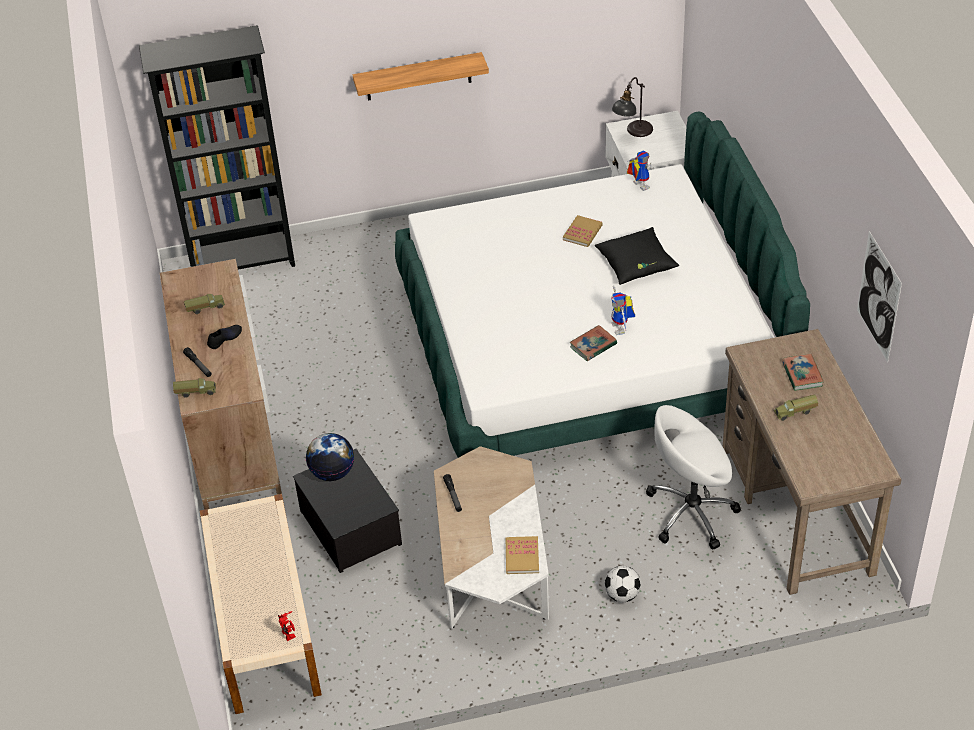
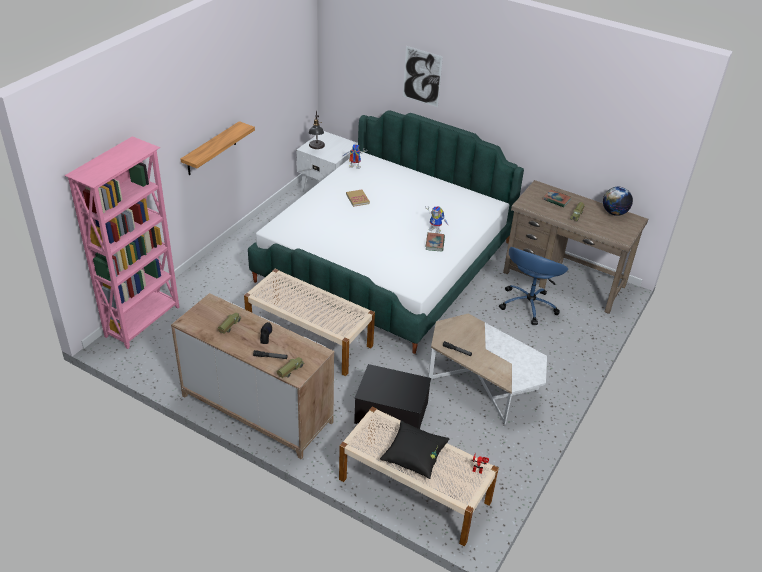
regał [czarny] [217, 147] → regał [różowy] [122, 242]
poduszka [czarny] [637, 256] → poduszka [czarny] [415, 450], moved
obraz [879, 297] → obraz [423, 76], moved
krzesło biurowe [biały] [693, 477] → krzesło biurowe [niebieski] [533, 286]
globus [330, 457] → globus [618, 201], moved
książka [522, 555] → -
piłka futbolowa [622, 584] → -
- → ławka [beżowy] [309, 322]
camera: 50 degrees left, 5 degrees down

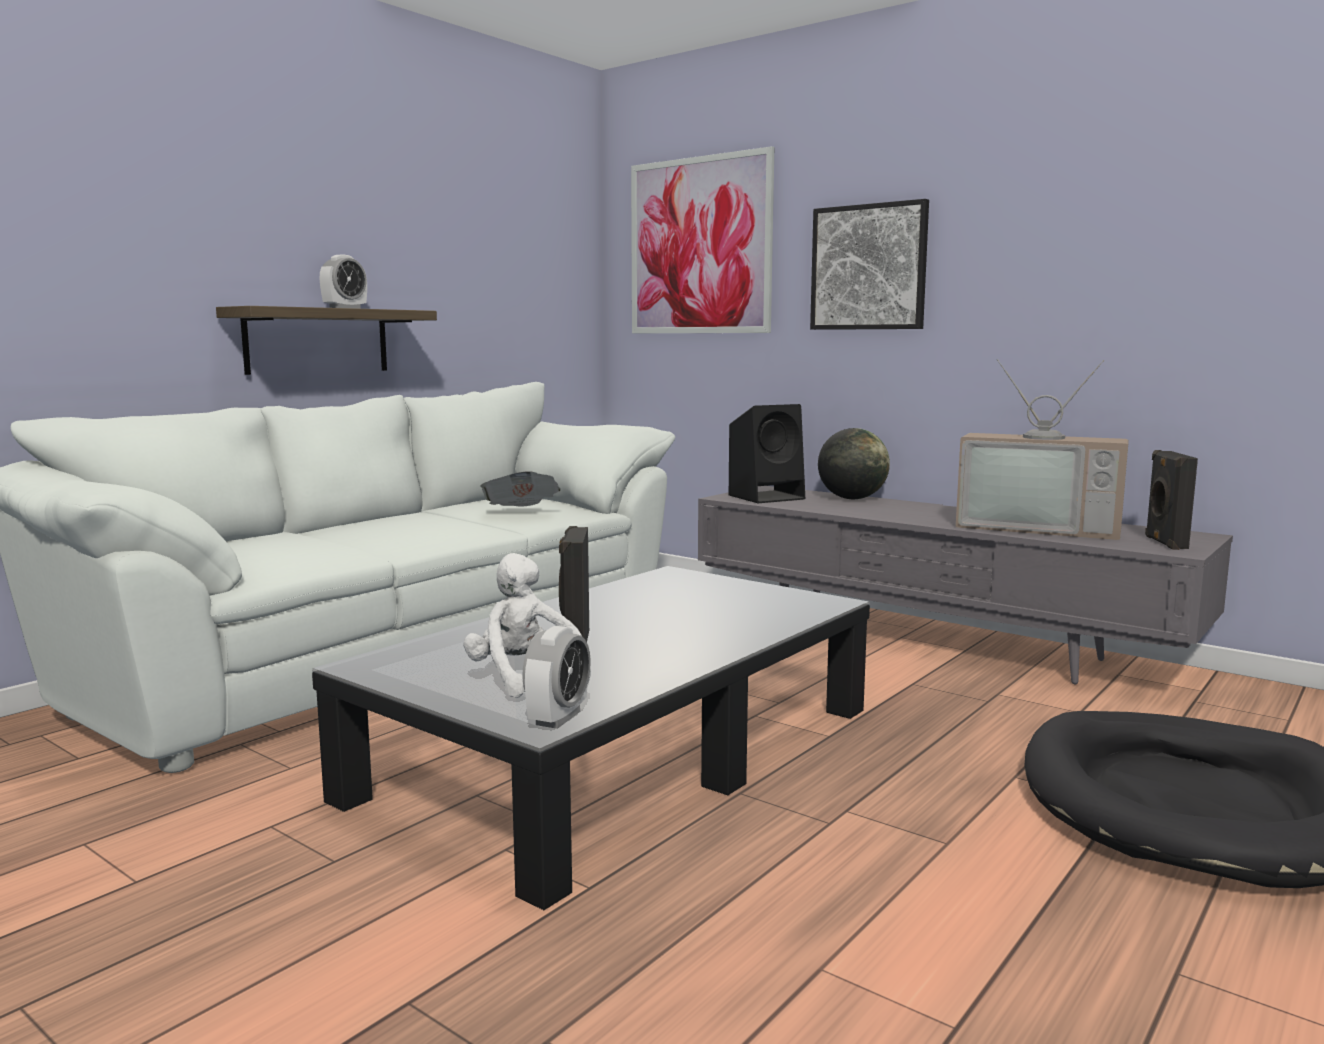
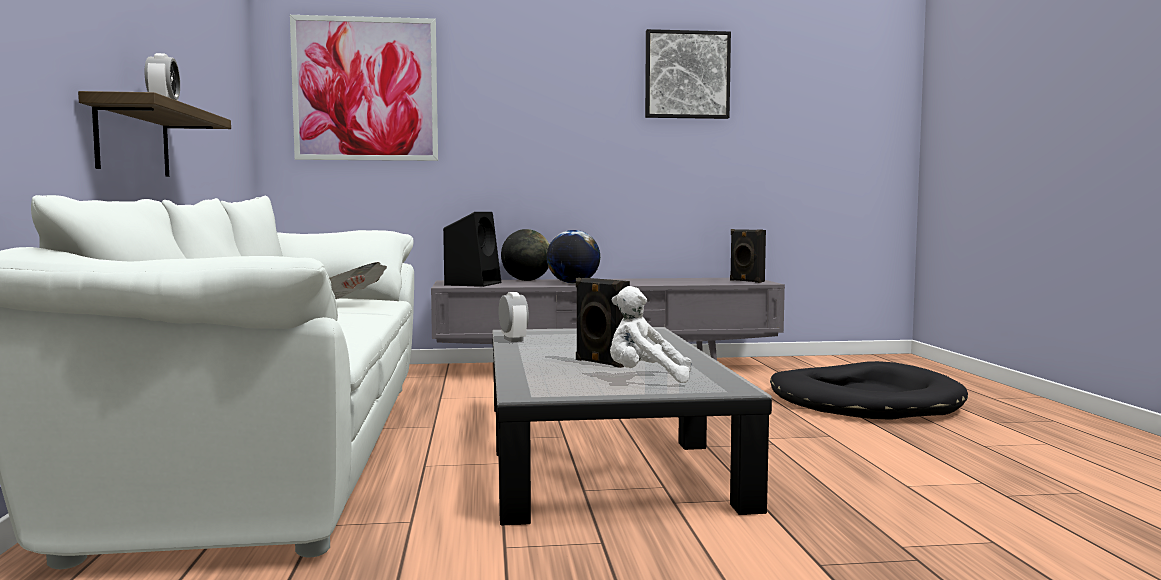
obraz [869, 264] → obraz [688, 74], moved
telewizor [1042, 449] → -
budzik [556, 677] → budzik [513, 317], moved
- → globus [573, 257]
camera: 45 degrees left, 5 degrees down

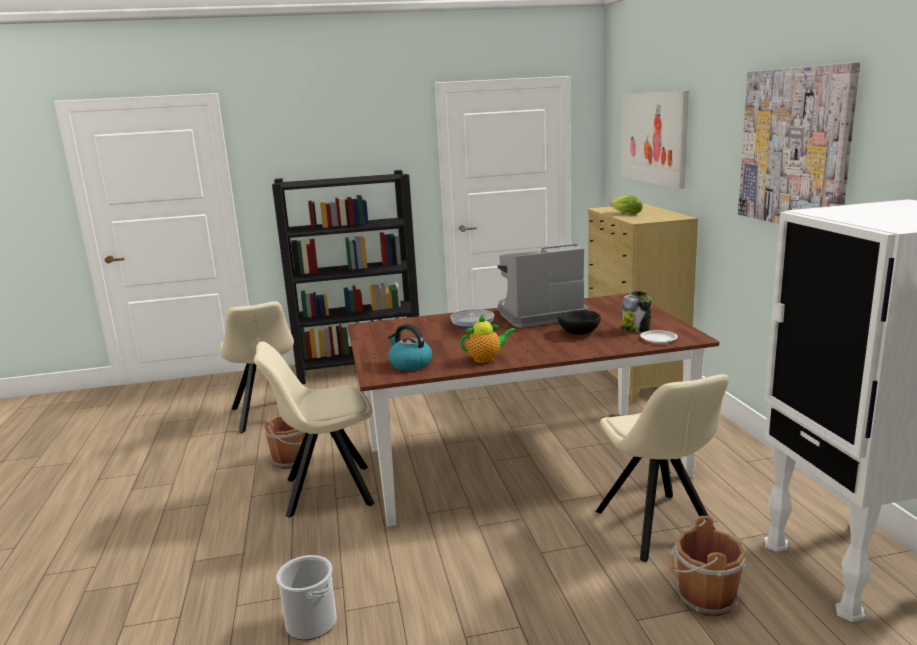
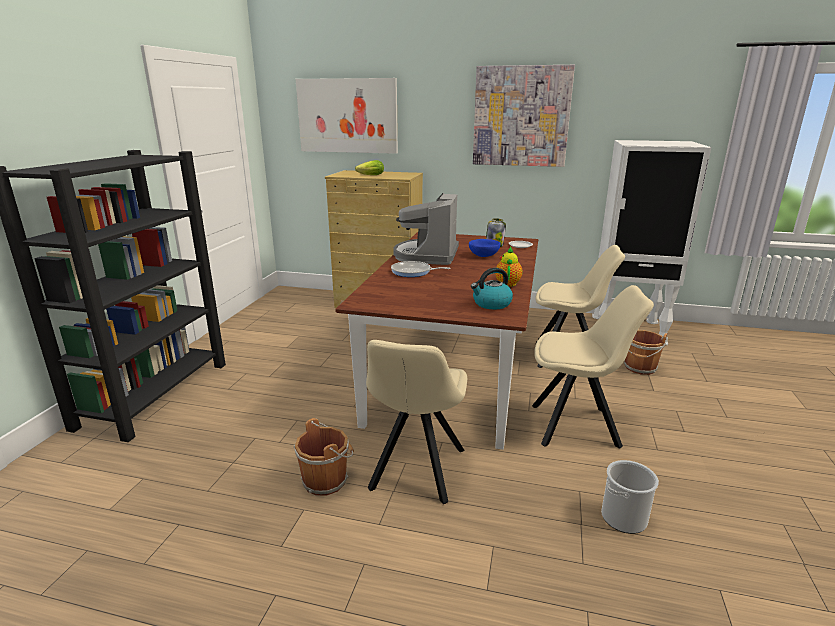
krzesło [beżowy] [257, 367] → krzesło [beżowy] [593, 367], moved
miska [czarny] [579, 322] → miska [niebieski] [485, 248]
camera: 65 degrees left, 5 degrees up

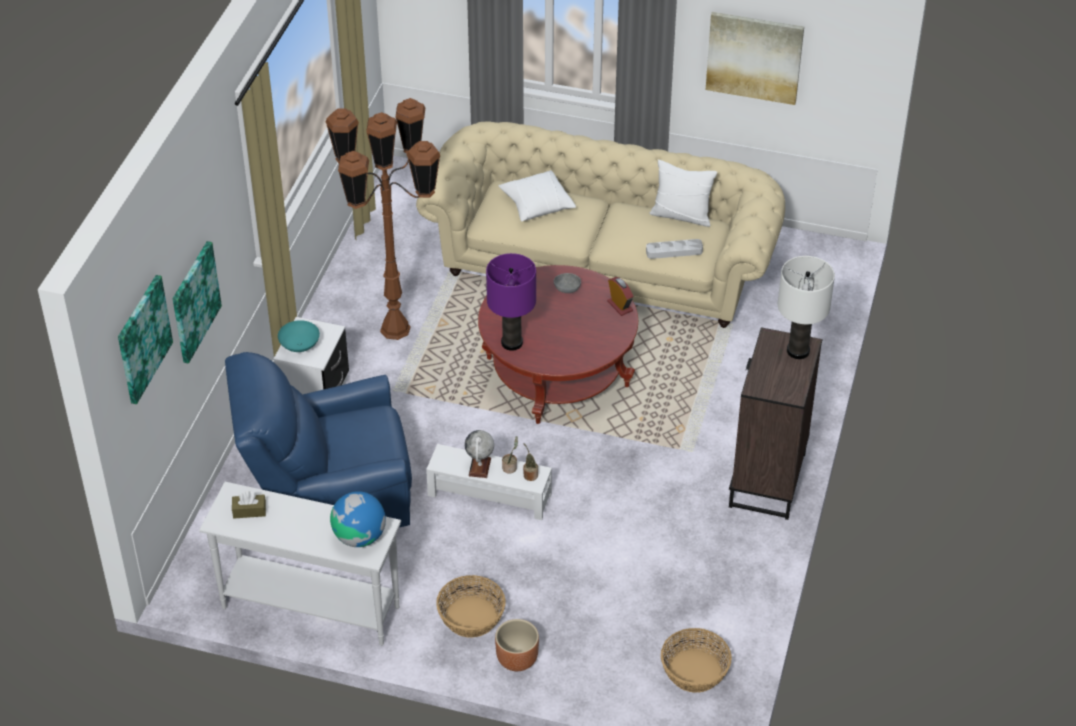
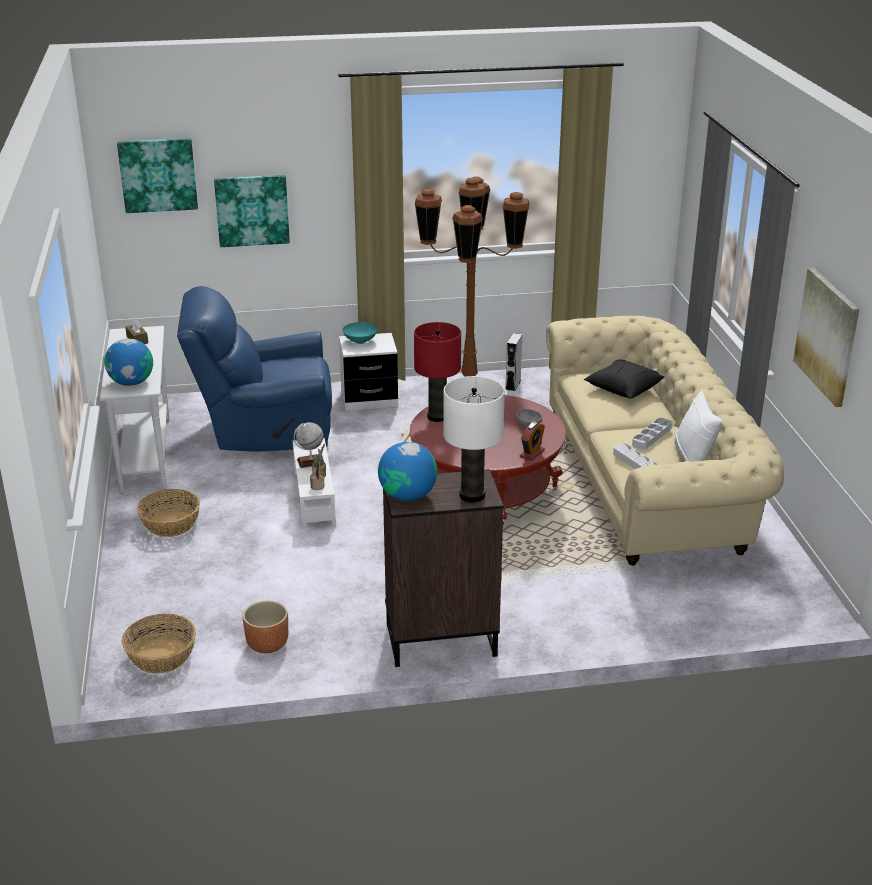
poduszka [biały] [537, 195] → poduszka [czarny] [624, 379]
lampa stołowa [fioletowy] [511, 302] → lampa stołowa [czerwony] [437, 372]
fotel [niebieski] [318, 439] → fotel [niebieski] [254, 368], 60 degrees counterclockwise
donica [brązowy] [517, 645] → donica [brązowy] [265, 626], moved
- → głośnik [szary] [513, 362]
- → taca [szary] [652, 434]
- → globus [407, 471]
camera: 65 degrees right, 15 degrees down

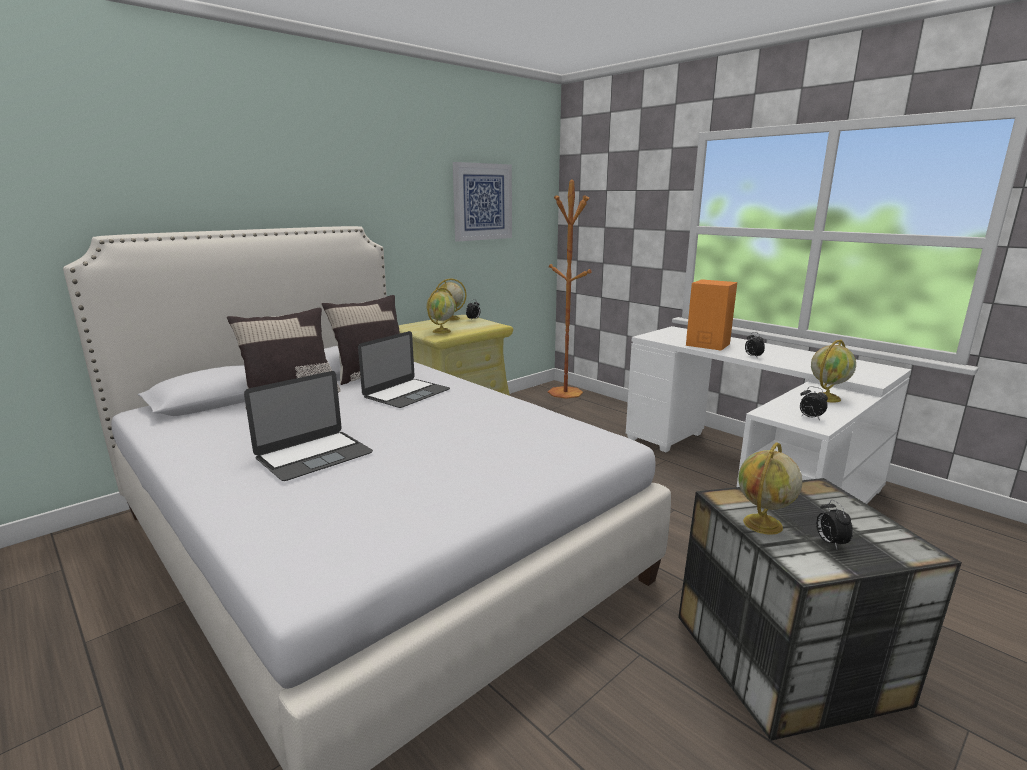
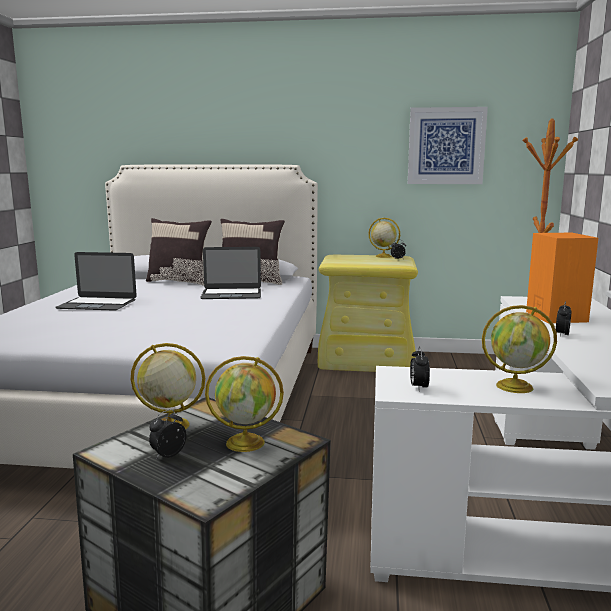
globus [441, 311] → globus [244, 404], moved
camera: 50 degrees right, 5 degrees down

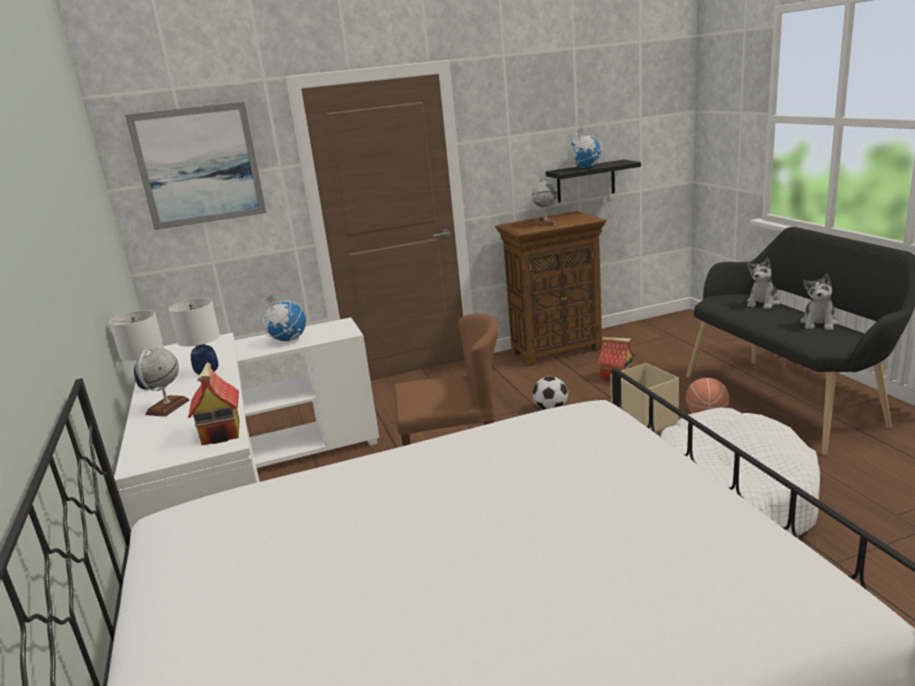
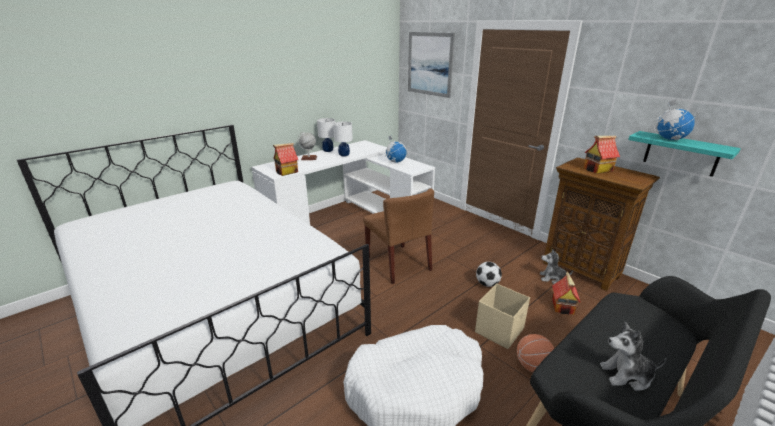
półka [czarny] [593, 181] → półka [turkusowy] [684, 154]
globus [545, 202] → domek [602, 155]
pluszak [763, 283] → pluszak [556, 266], moved
camera: 65 degrees right, 5 degrees up

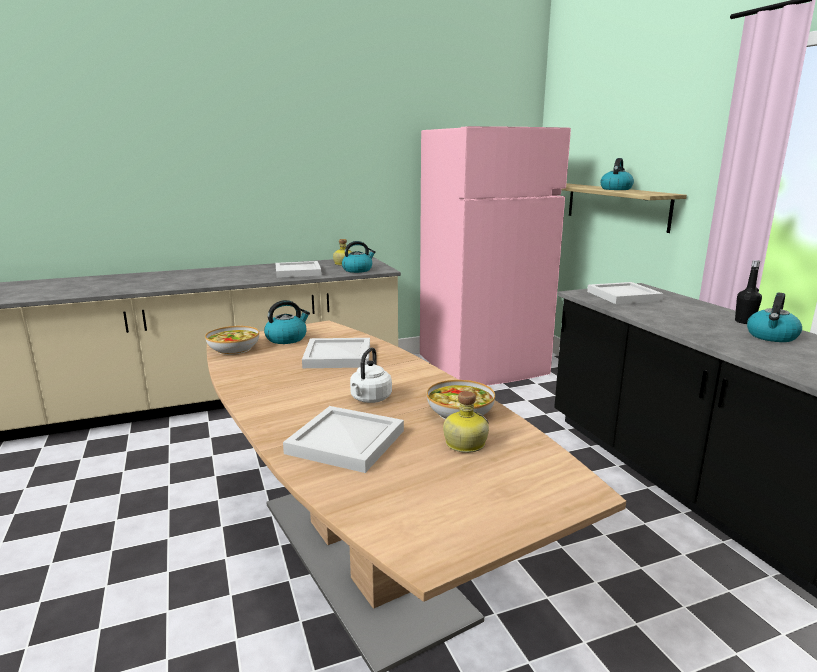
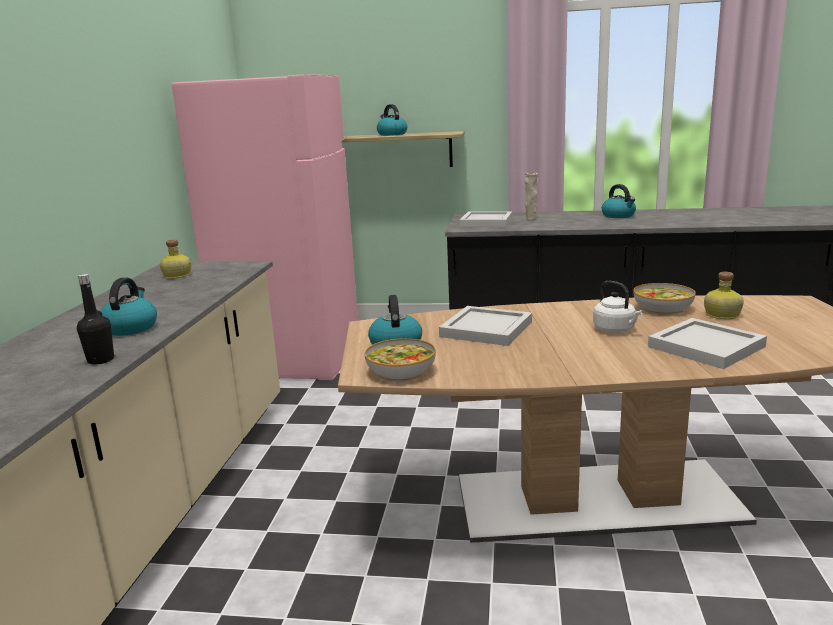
czajnik [359, 257] → czajnik [129, 307], moved
butelka [czarny] [748, 292] → butelka [czarny] [95, 319], moved
taca [biały] [298, 269] → -
- → wazon [beżowy] [531, 196]
camera: 60 degrees left, 0 degrees up

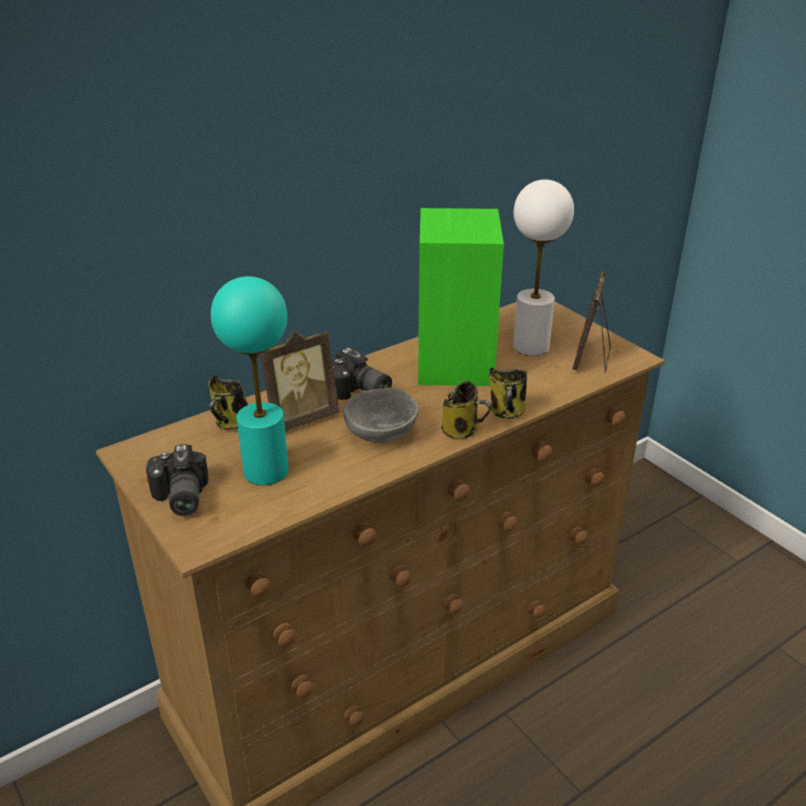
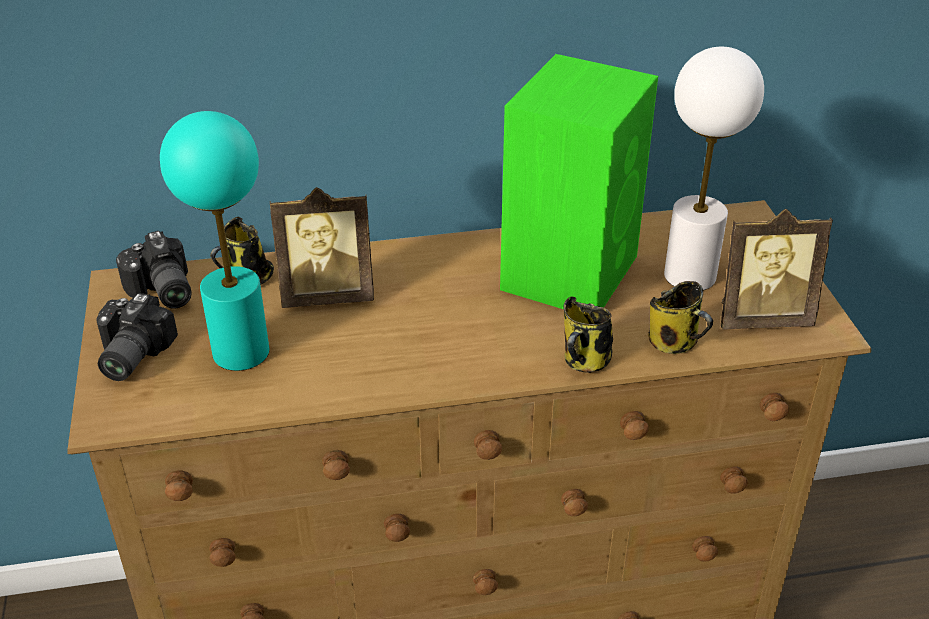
ramka na zdjęcie [591, 322] → ramka na zdjęcie [777, 269], 135 degrees counterclockwise
aparat fotograficzny [362, 374] → aparat fotograficzny [154, 270], moved
kubek [466, 410] → kubek [680, 317], moved
miska [szary] [381, 415] → -
camera: 25 degrees right, 5 degrees up

